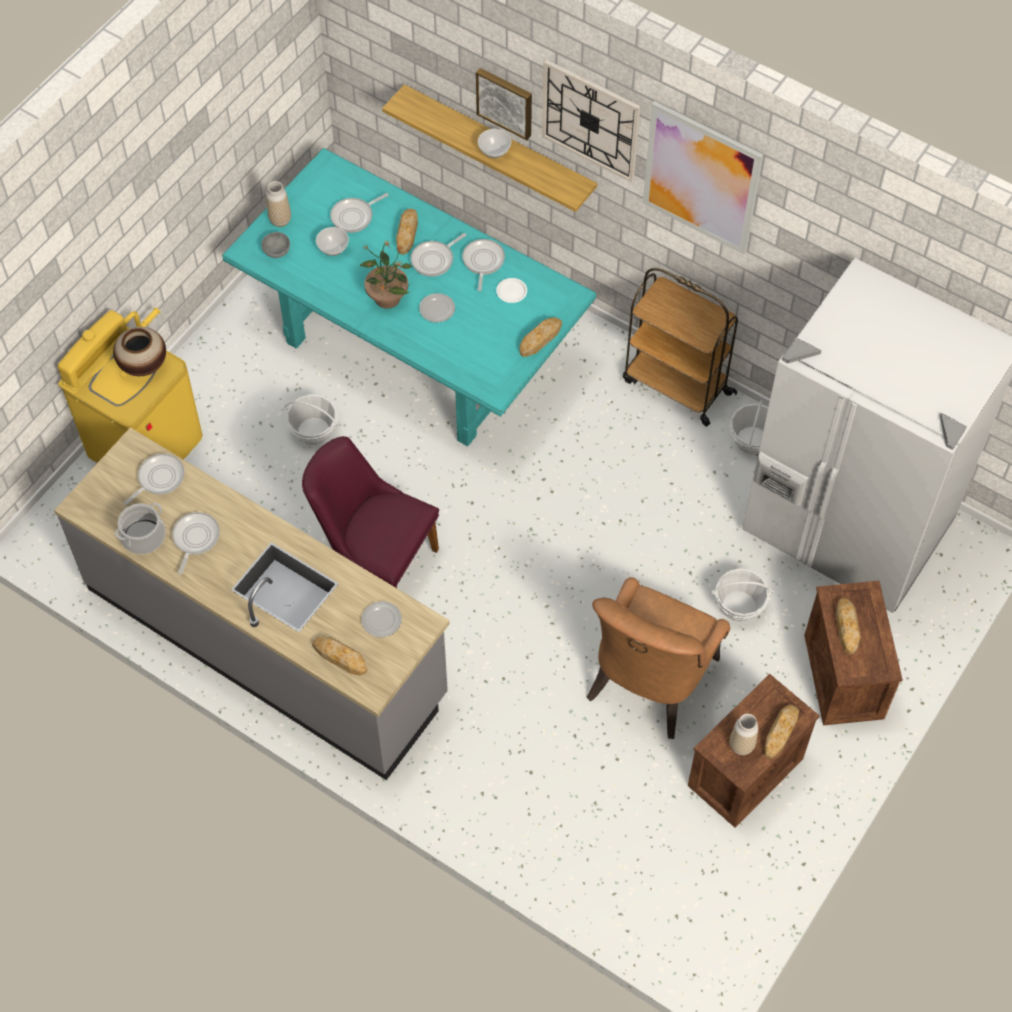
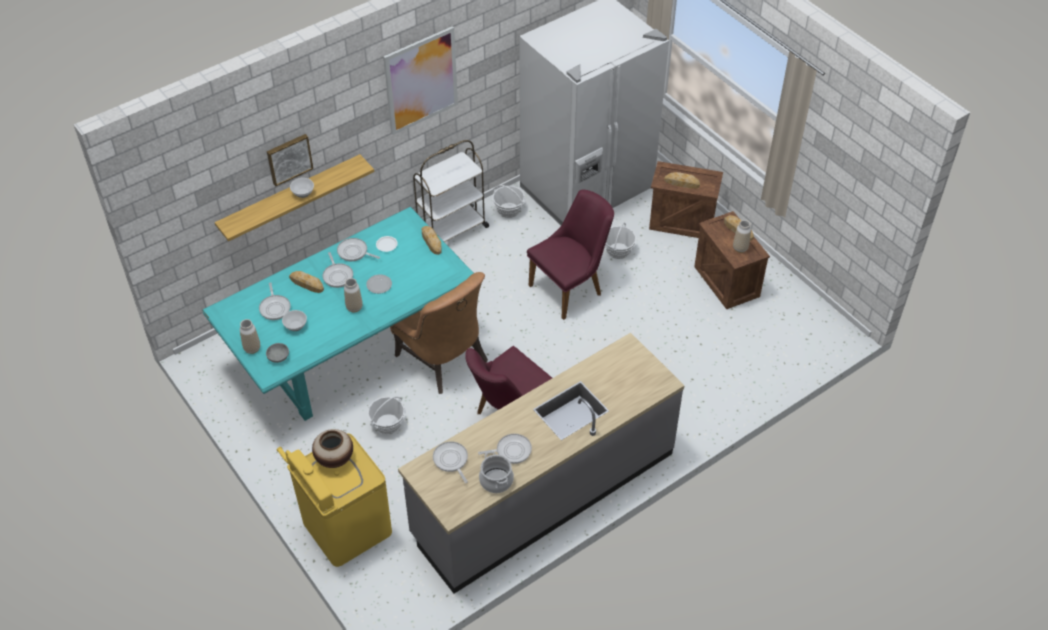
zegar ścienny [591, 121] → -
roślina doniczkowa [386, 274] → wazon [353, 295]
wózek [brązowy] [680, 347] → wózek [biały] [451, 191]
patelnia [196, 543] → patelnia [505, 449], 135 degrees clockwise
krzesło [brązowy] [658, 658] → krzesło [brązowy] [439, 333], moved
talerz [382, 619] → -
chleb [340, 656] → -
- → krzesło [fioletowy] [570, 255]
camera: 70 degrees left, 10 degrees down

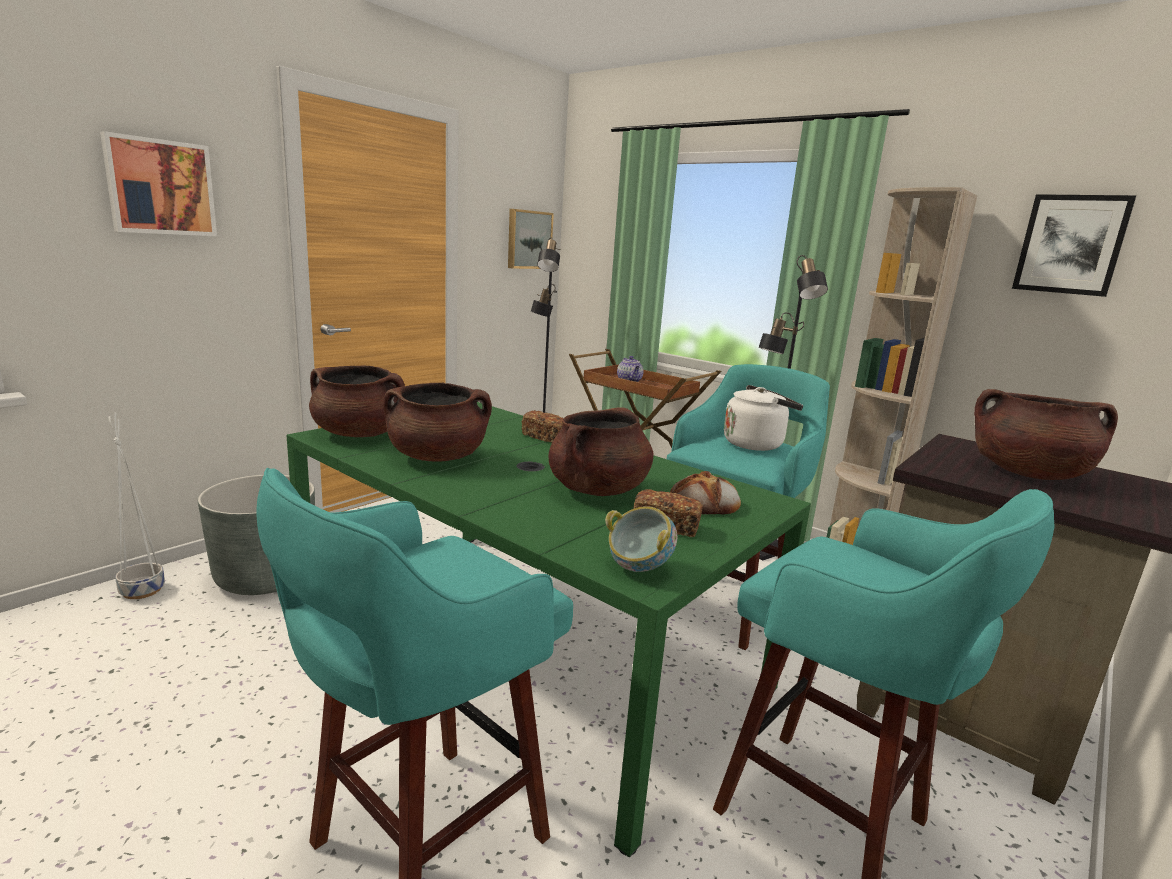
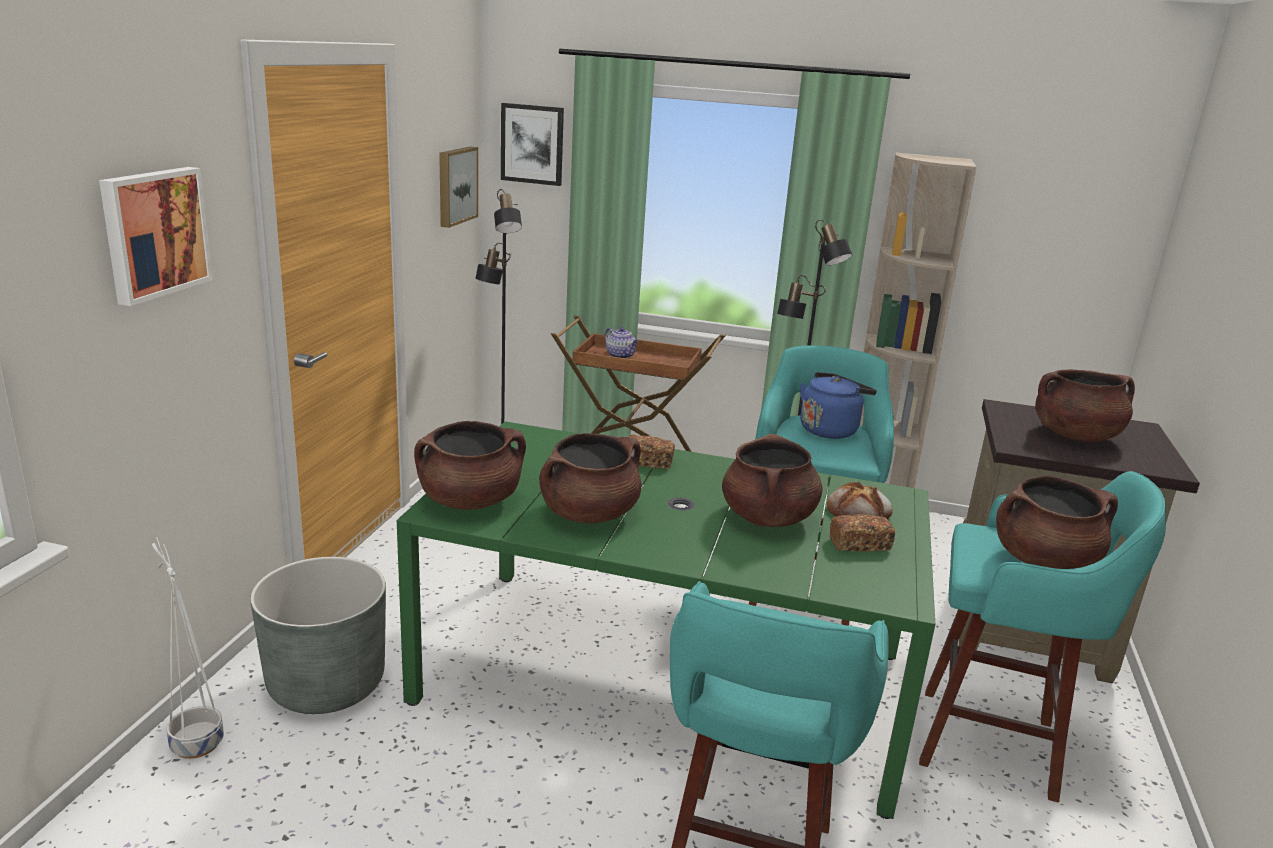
obraz [1074, 245] → obraz [532, 144], moved
czajnik [biały] [763, 418] → czajnik [niebieski] [838, 405]
miska [641, 539] → -
- → garnek [brązowy] [1057, 522]
camera: 25 degrees left, 5 degrees up

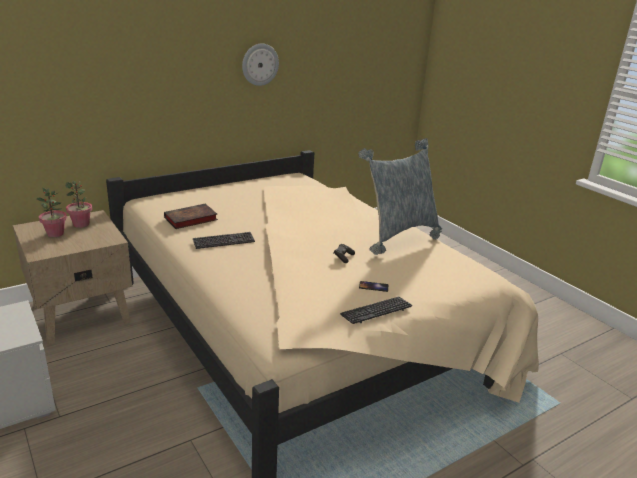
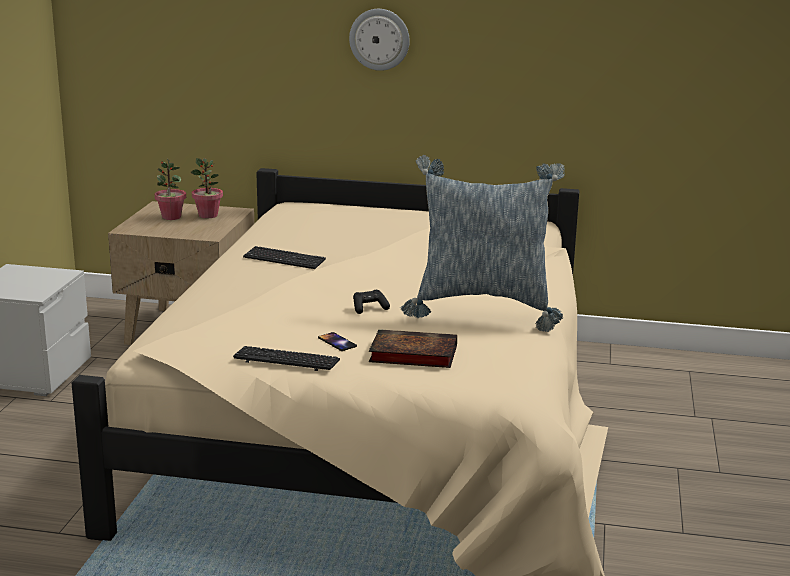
zegar ścienny [260, 65] → zegar ścienny [379, 40], moved
książka [191, 216] → książka [413, 348], moved
camera: 45 degrees right, 5 degrees down

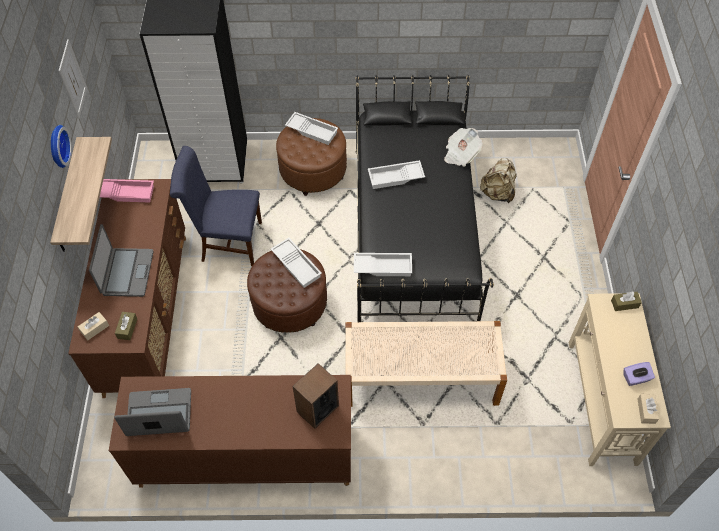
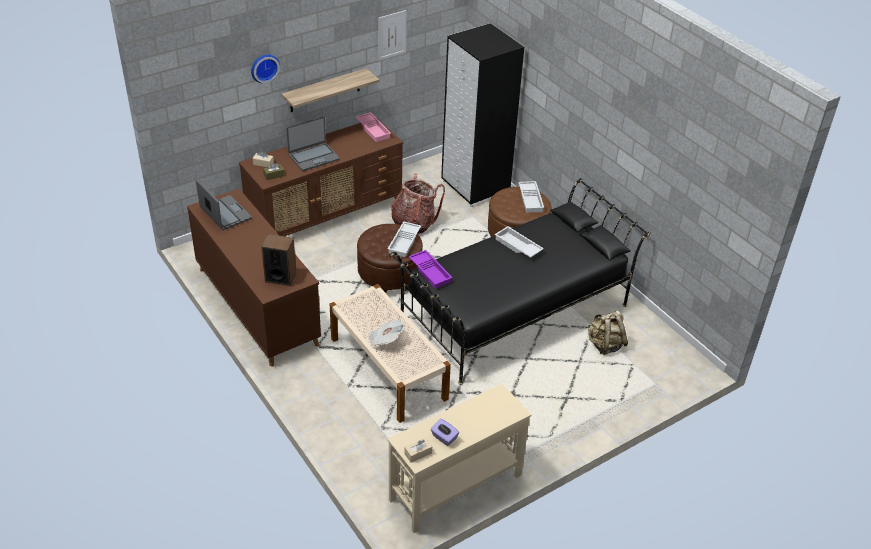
zegar ścienny [61, 146] → zegar ścienny [265, 68], moved
gazeta [463, 147] → gazeta [386, 333], moved
krzesło [niebieski] [216, 206] → plecak [418, 203]
taca [biały] [383, 264] → taca [fioletowy] [431, 269]
pudełko chusteczek [brązowy] [626, 301] → -
camera: 55 degrees right, 15 degrees down

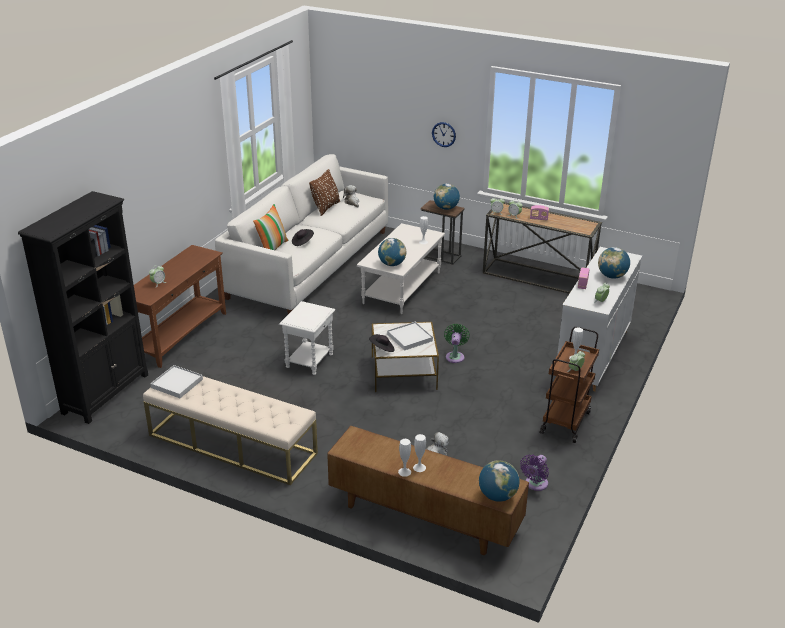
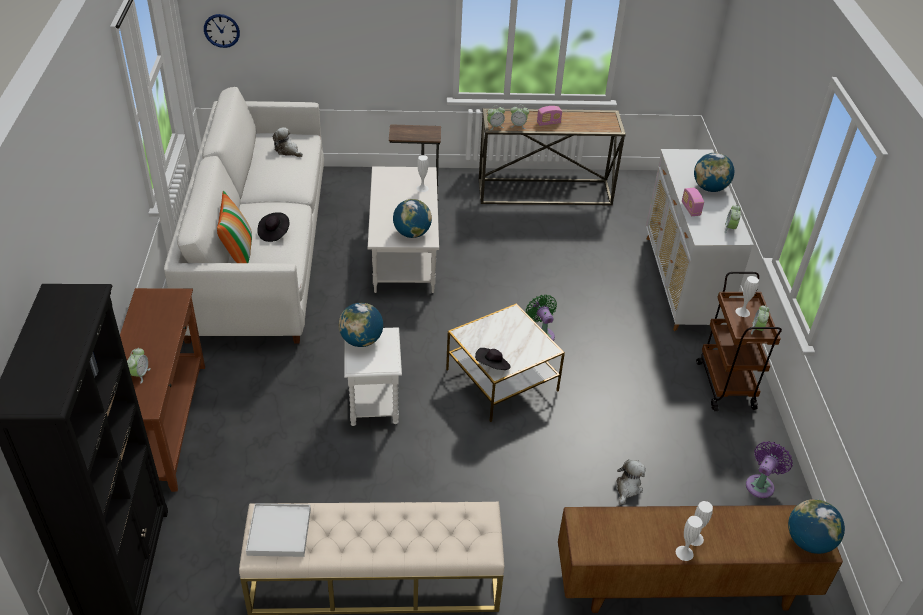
zegar ścienny [444, 134] → zegar ścienny [222, 31], moved
poduszka [brązowy] [324, 192] → -
globus [447, 196] → globus [361, 325], moved
taca [biały] [410, 336] → -
wentylator [fioletowy] [534, 472] → wentylator [fioletowy] [769, 469], 150 degrees counterclockwise
camera: 30 degrees left, 10 degrees up

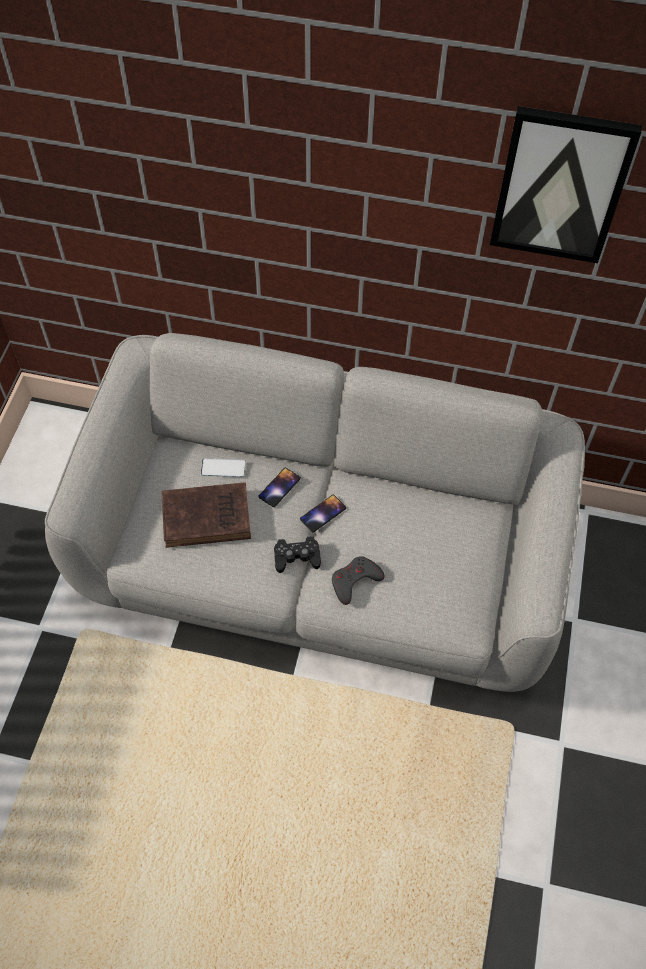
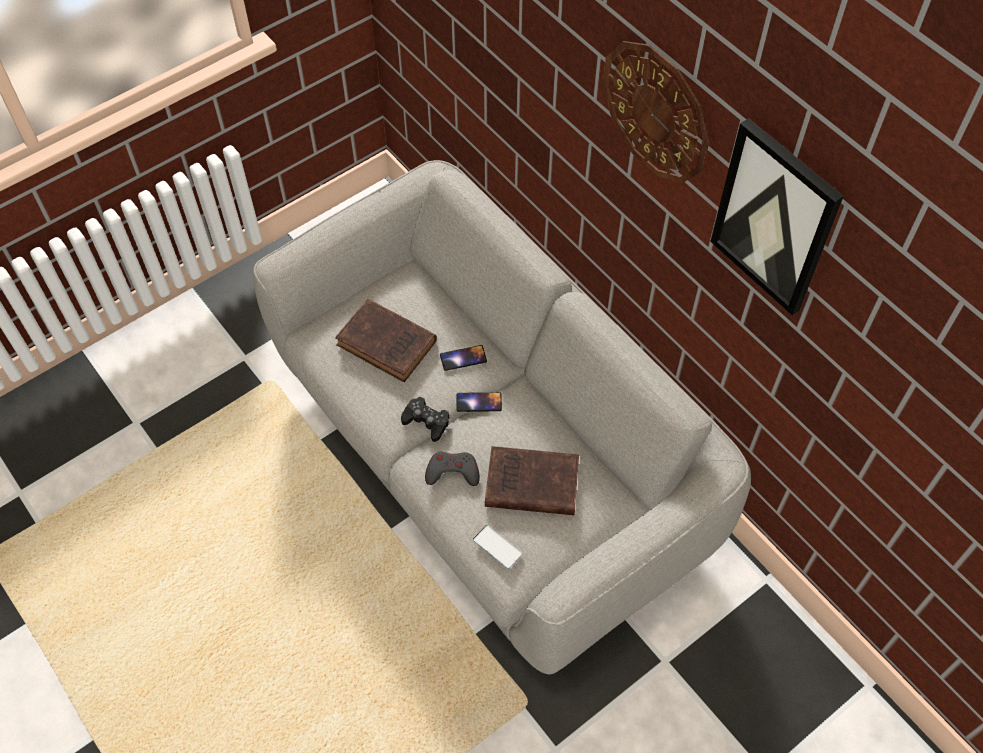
telefon [223, 467] → telefon [498, 547], moved
- → zegar ścienny [656, 112]
- → książka [brązowy] [532, 480]
camera: 40 degrees right, 0 degrees up

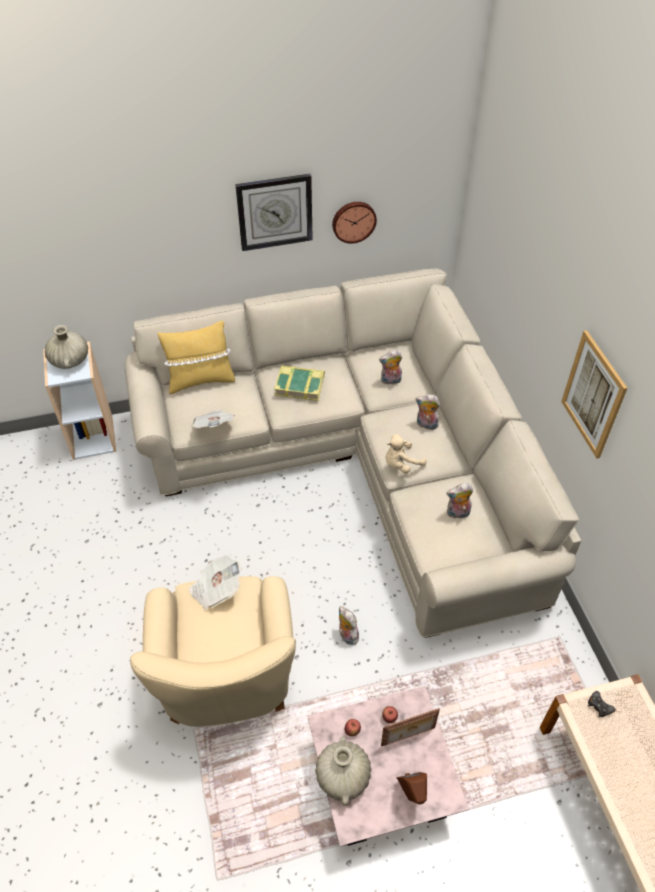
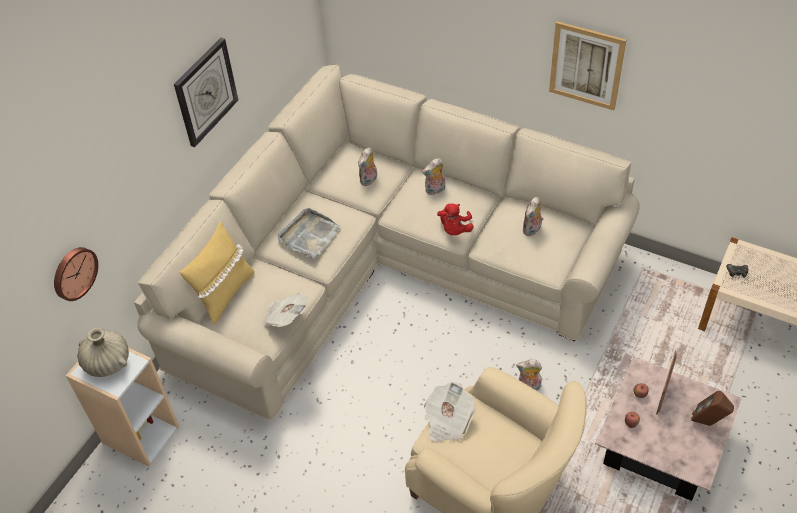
zegar ścienny [354, 223] → zegar ścienny [76, 274], moved
książka [299, 383] → taca [szary] [309, 233]
pluszak [beżowy] [406, 454] → pluszak [czerwony] [455, 219]
wazon [beżowy] [343, 771] → -
camera: 45 degrees left, 0 degrees up

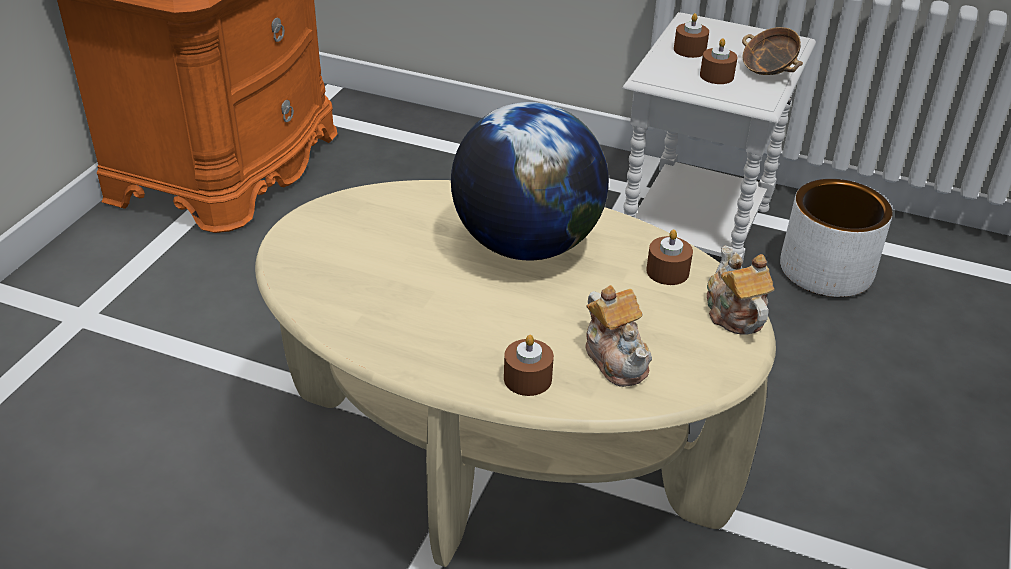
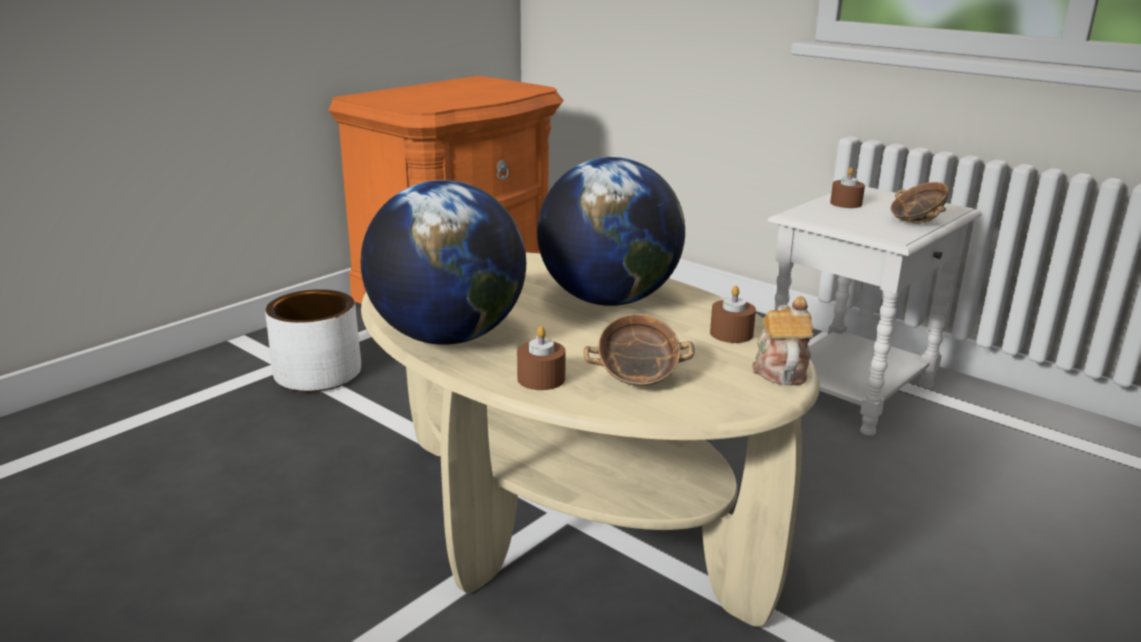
świeca [brązowy] [719, 61] → -
donica [biały] [836, 238] → donica [biały] [313, 340], moved
imbryk [618, 336] → miska [639, 350]
- → globus [443, 262]
camera: 20 degrees right, 15 degrees down

